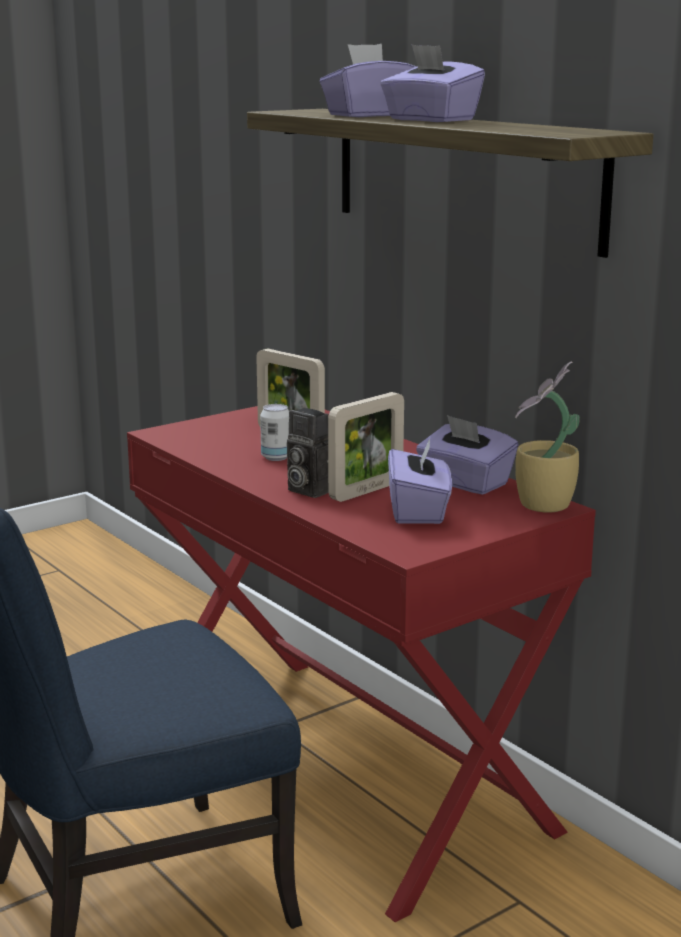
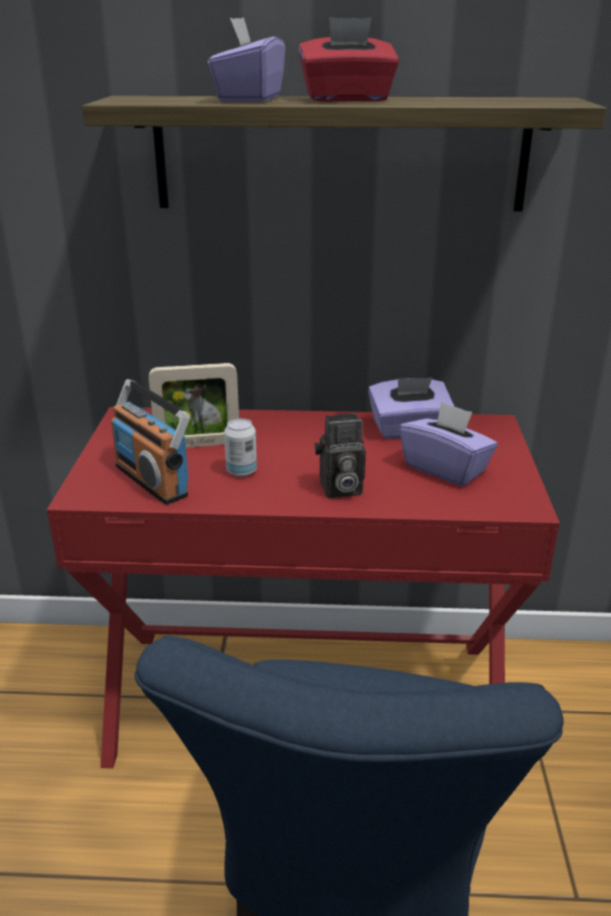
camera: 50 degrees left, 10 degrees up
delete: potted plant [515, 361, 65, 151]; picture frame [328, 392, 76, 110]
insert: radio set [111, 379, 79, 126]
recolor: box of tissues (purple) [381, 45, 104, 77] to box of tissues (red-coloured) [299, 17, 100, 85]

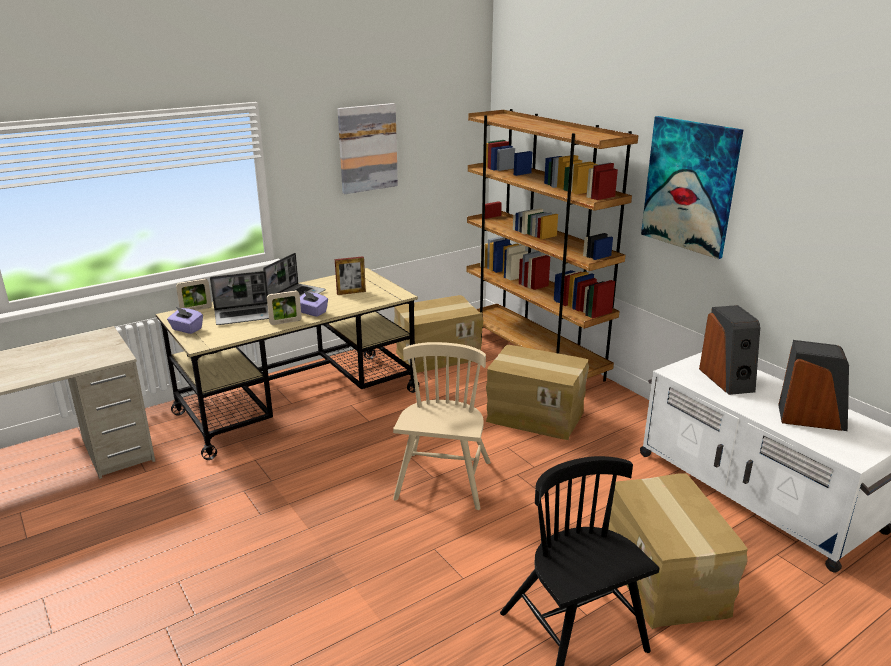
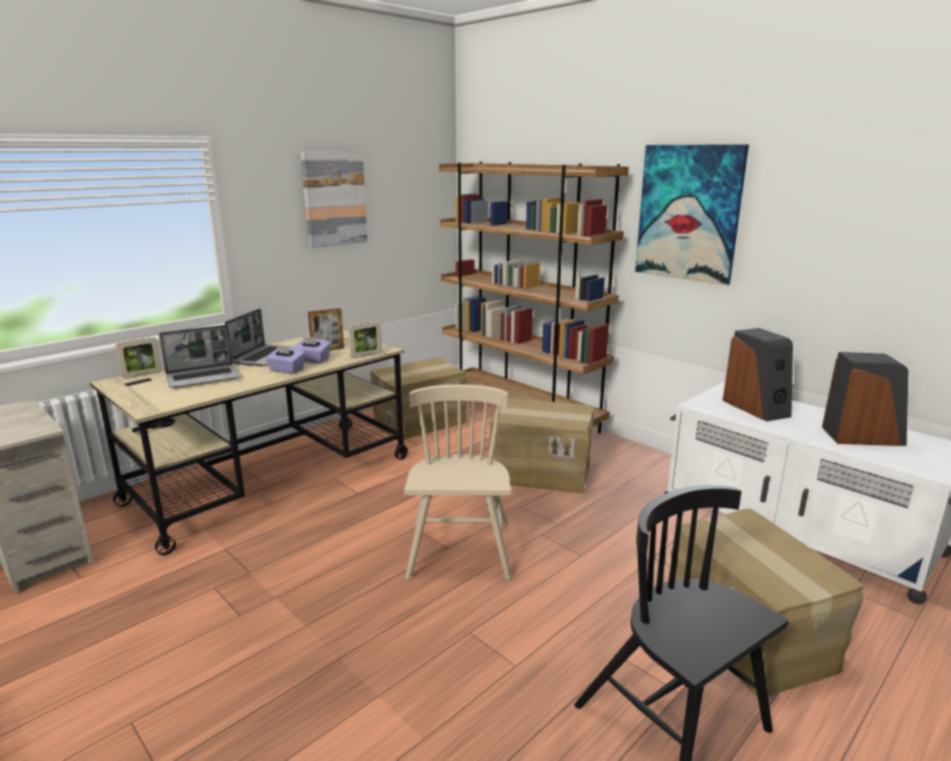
camera: 10 degrees left, 5 degrees down
move: picture frame [267, 290, 35, 35] to [348, 321, 34, 38]; box of tissues (purple) [167, 307, 36, 27] to [294, 336, 37, 27]

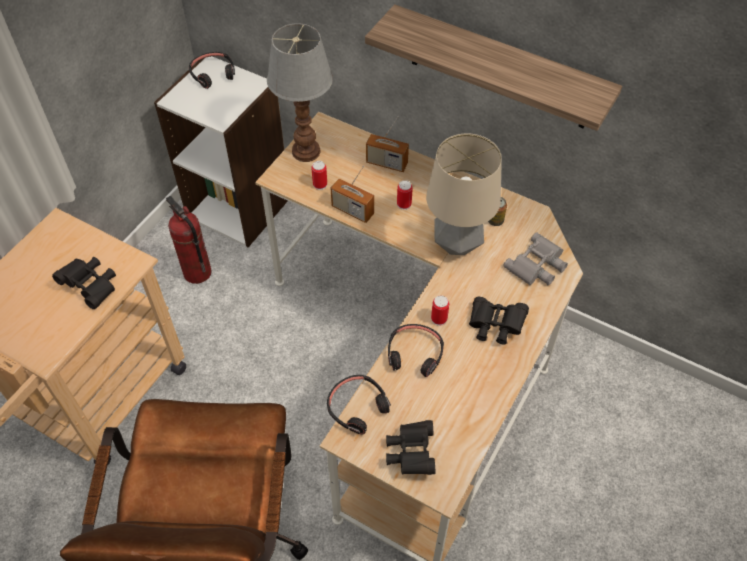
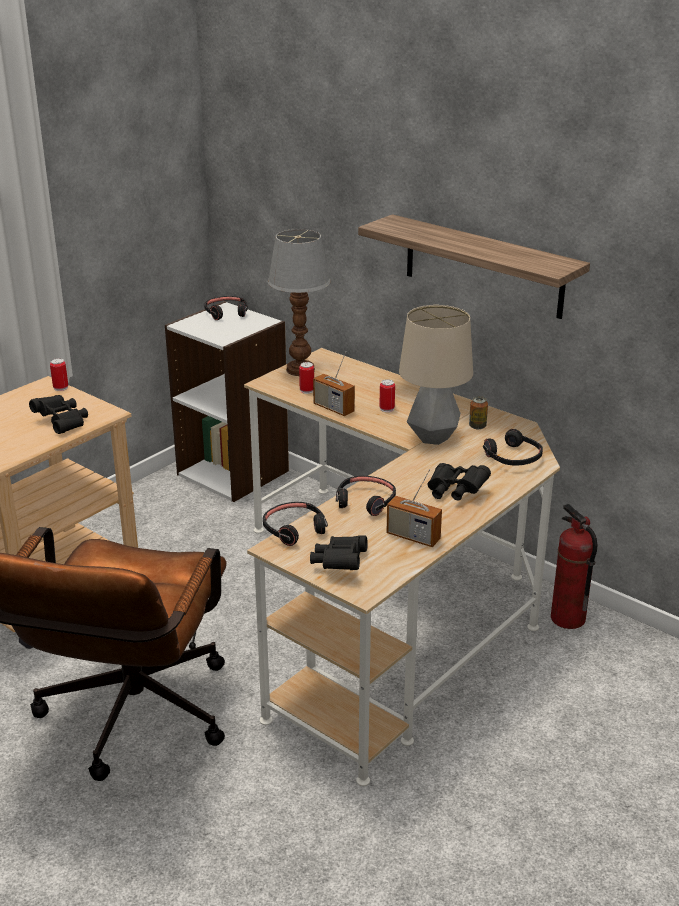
camera: 10 degrees right, 25 degrees down
move: radio set [366, 116, 43, 56] to [386, 469, 56, 78]; extinguisher [166, 196, 46, 88] to [551, 504, 46, 125]; can [431, 295, 18, 31] to [50, 358, 18, 33]
replace: pair of binoculars (grey) [503, 232, 65, 53] to pair of headphones (black-coloured) [483, 429, 60, 37]

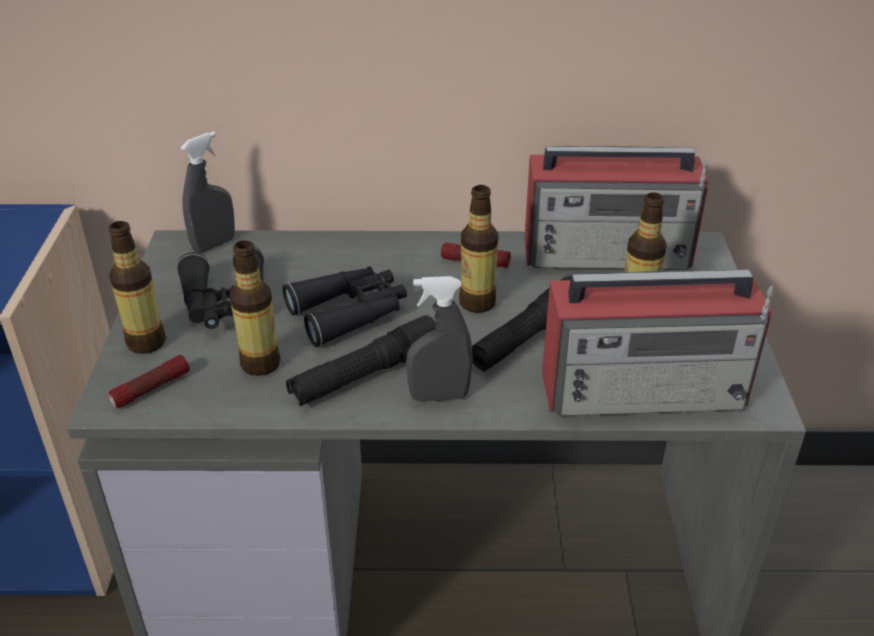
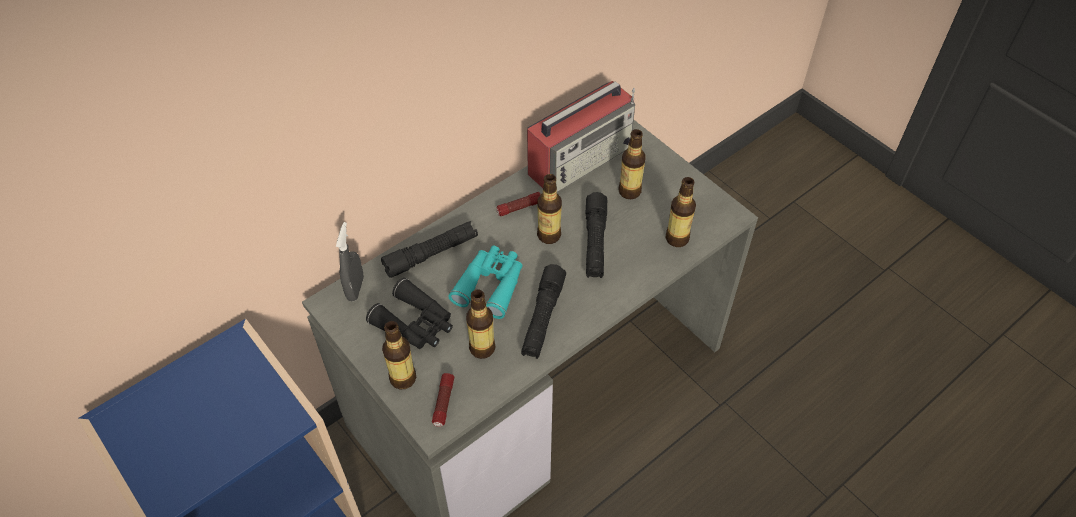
camera: 40 degrees left, 15 degrees up
delete: hand sprayer (grey) [406, 276, 67, 126]
insert: torch (black-coloured) [381, 221, 97, 57]
replace: radio set [542, 269, 231, 147] to drink bottle [666, 177, 30, 70]
recolor: pair of binoculars (black-coloured) [282, 266, 125, 81] to pair of binoculars (turquoise) [448, 246, 75, 73]

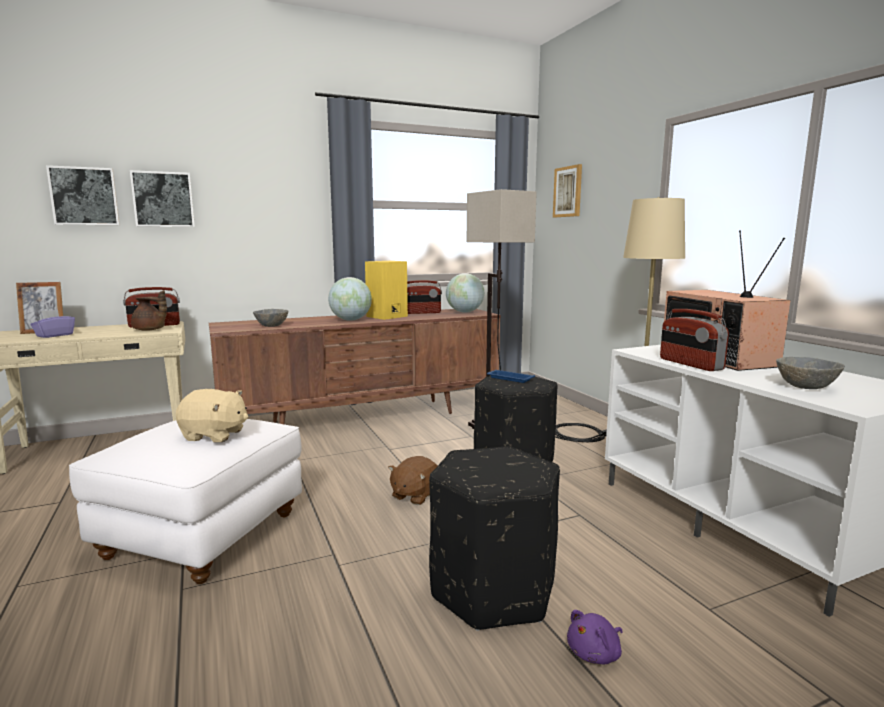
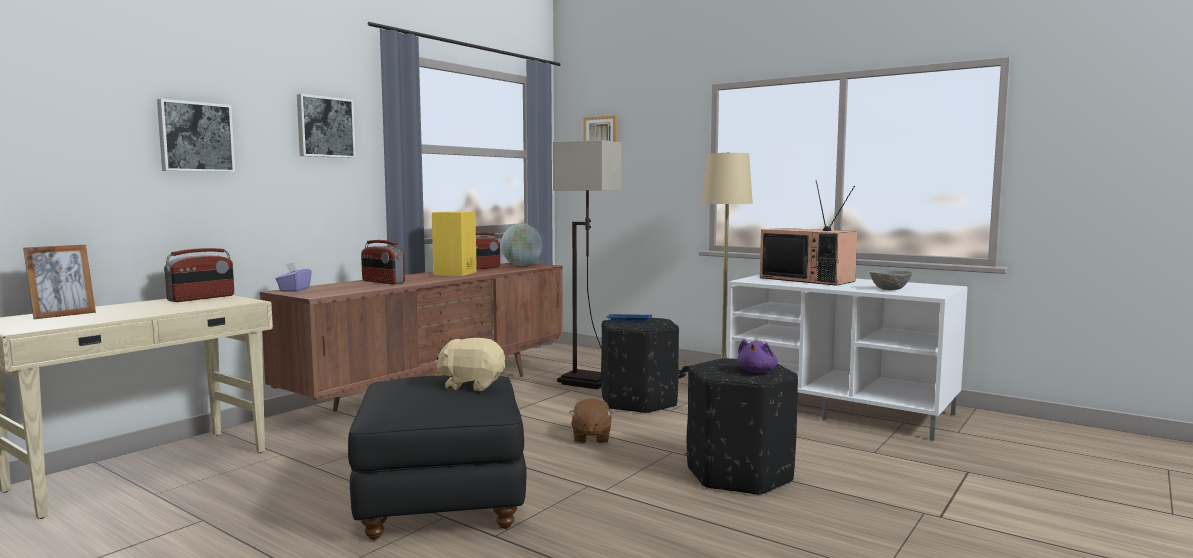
camera: 30 degrees left, 5 degrees down
delete: world globe [328, 277, 44, 44]; teapot (brown) [131, 290, 36, 41]; serving bowl (grey) [253, 309, 35, 18]
move: wall art [46, 165, 74, 60] to [297, 94, 59, 64]; box of tissues (purple) [30, 309, 45, 29] to [276, 262, 36, 30]; radio set [660, 309, 69, 62] to [361, 240, 44, 44]; cuddly toy (purple) [567, 610, 56, 54] to [738, 339, 40, 34]
recolor: footrest (white) [69, 419, 233, 165] to footrest (black-coloured) [348, 375, 179, 165]
rotate: cuddly toy (sand-coloured) [176, 389, 72, 53] = [435, 338, 70, 53] 150 degrees counterclockwise

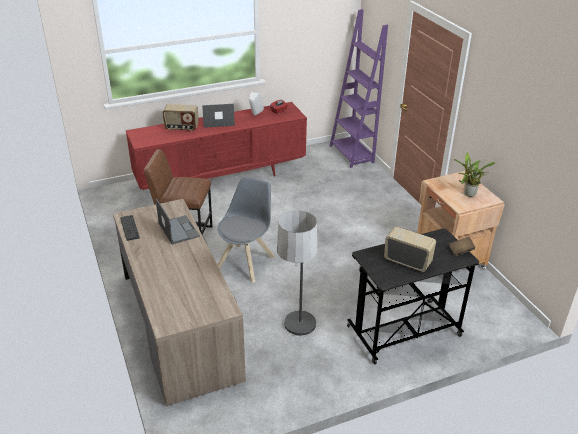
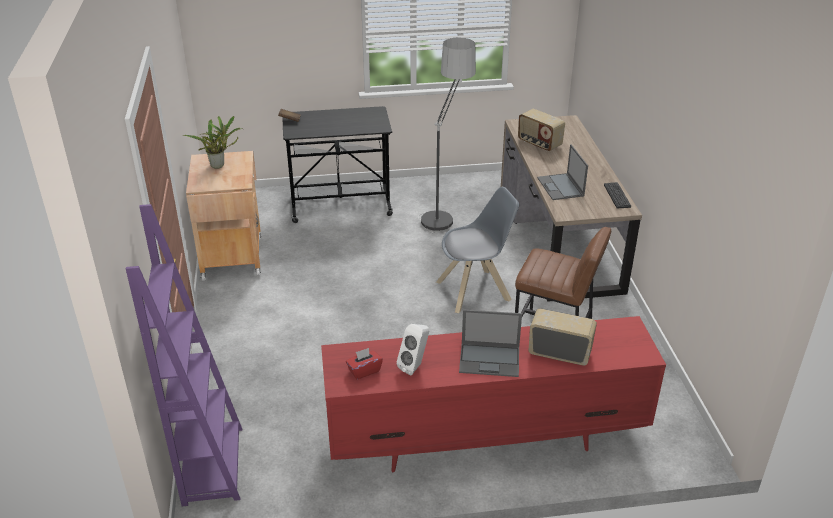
camera: 165 degrees left, 0 degrees up
move: radio set [384, 226, 52, 46] to [518, 109, 47, 42]
rotate: chair (grey) [217, 176, 58, 107] = [436, 187, 83, 126] 150 degrees counterclockwise

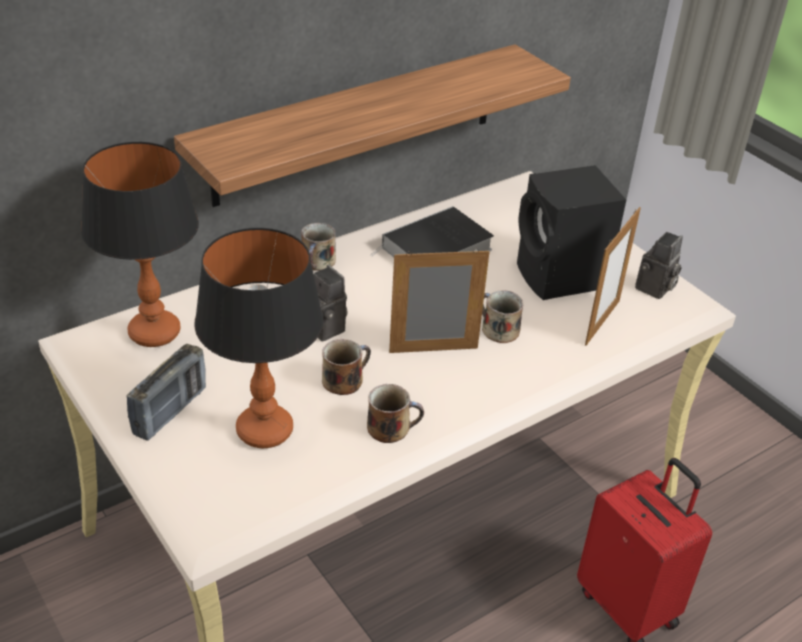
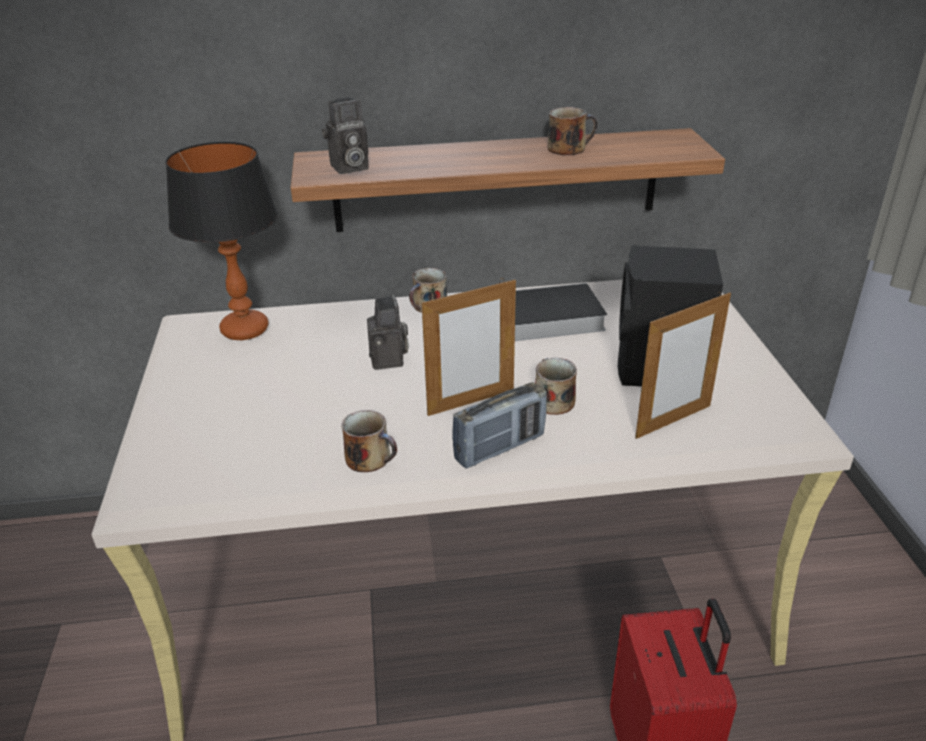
camera: 30 degrees right, 5 degrees down
delete: tabletop lamp [194, 228, 129, 220]
move: still camera [635, 232, 48, 67] to [322, 97, 47, 77]; tea mug [322, 339, 49, 56] to [548, 107, 50, 48]; radio set [126, 344, 80, 97] to [452, 382, 95, 87]
rotate: picture frame [389, 249, 101, 104] = [422, 278, 94, 138] 135 degrees clockwise

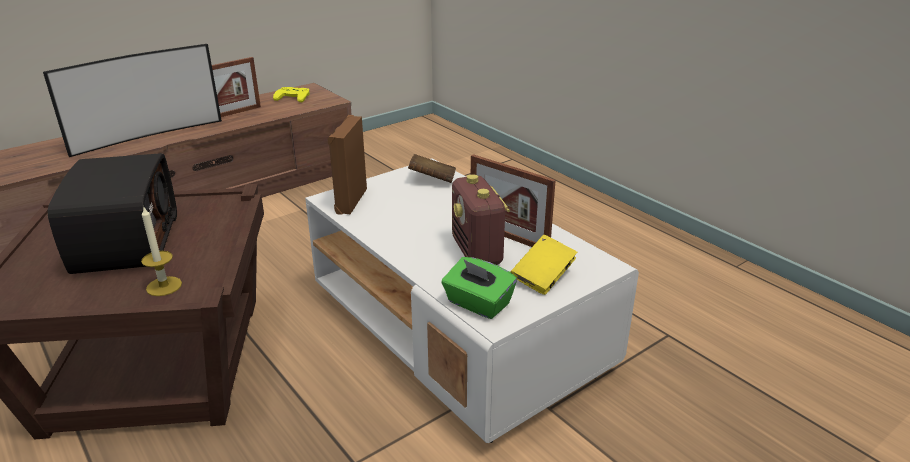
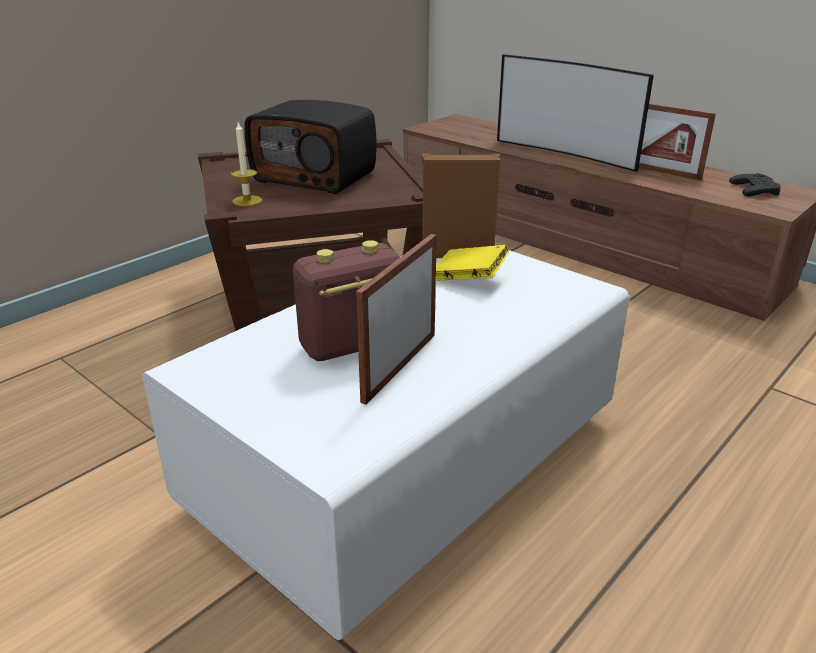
camera: 80 degrees right, 0 degrees up
delete: bound book (brown) [408, 154, 48, 29]; box of tissues (greenish) [441, 257, 76, 62]
move: bound book (yellowish) [510, 235, 68, 60] to [436, 245, 73, 36]
recolor: joypad (yellowish) [273, 87, 36, 15] to joypad (black-coloured) [729, 173, 52, 23]
rotate: radio set [48, 153, 129, 121] = [244, 100, 133, 94] 45 degrees clockwise

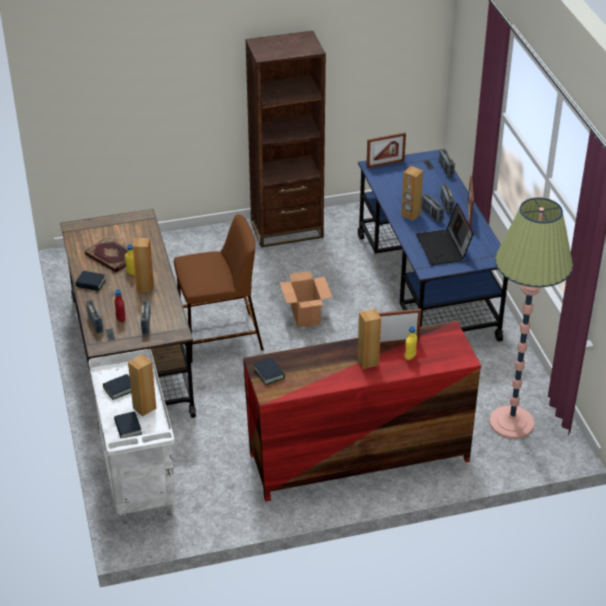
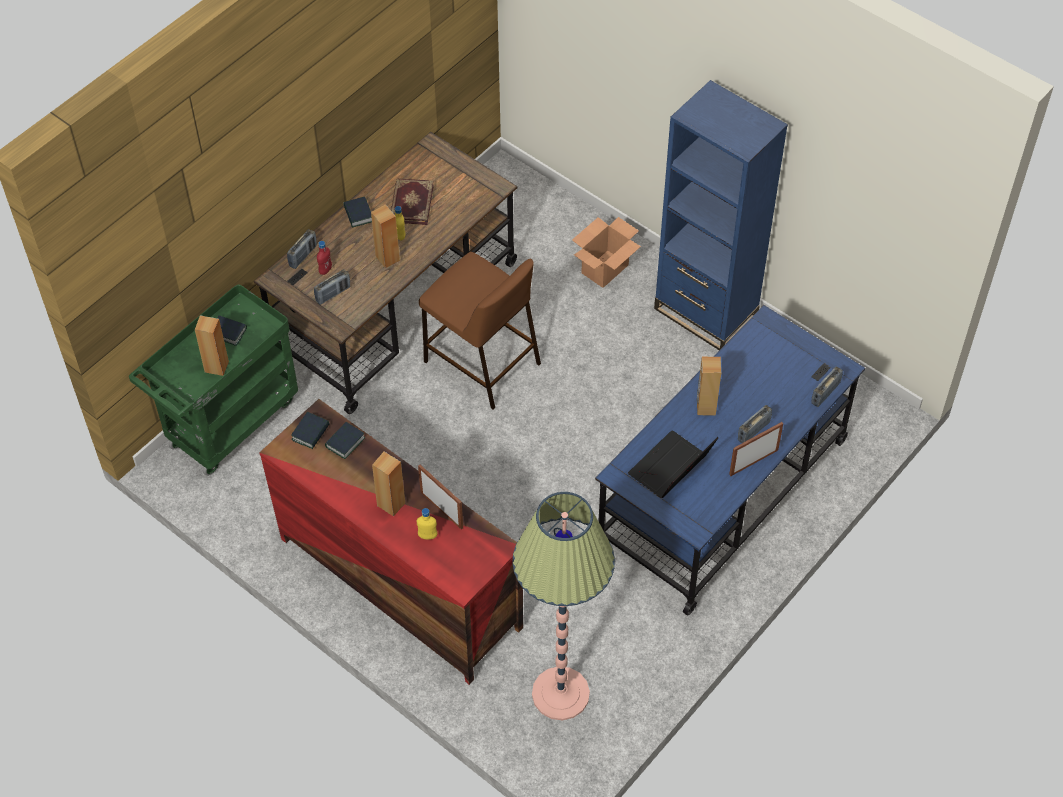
camera: 55 degrees right, 15 degrees up
delete: picture frame [366, 133, 40, 35]; radio set [421, 194, 23, 29]
move: carton [280, 271, 52, 57] to [572, 217, 69, 71]; bound book [114, 411, 28, 27] to [325, 422, 41, 37]
recolor: bookshelf (brown) [245, 31, 81, 217] to bookshelf (blue-coloured) [654, 80, 134, 270]; wheeled cart (white) [89, 349, 87, 175] to wheeled cart (greenish) [129, 285, 169, 191]

